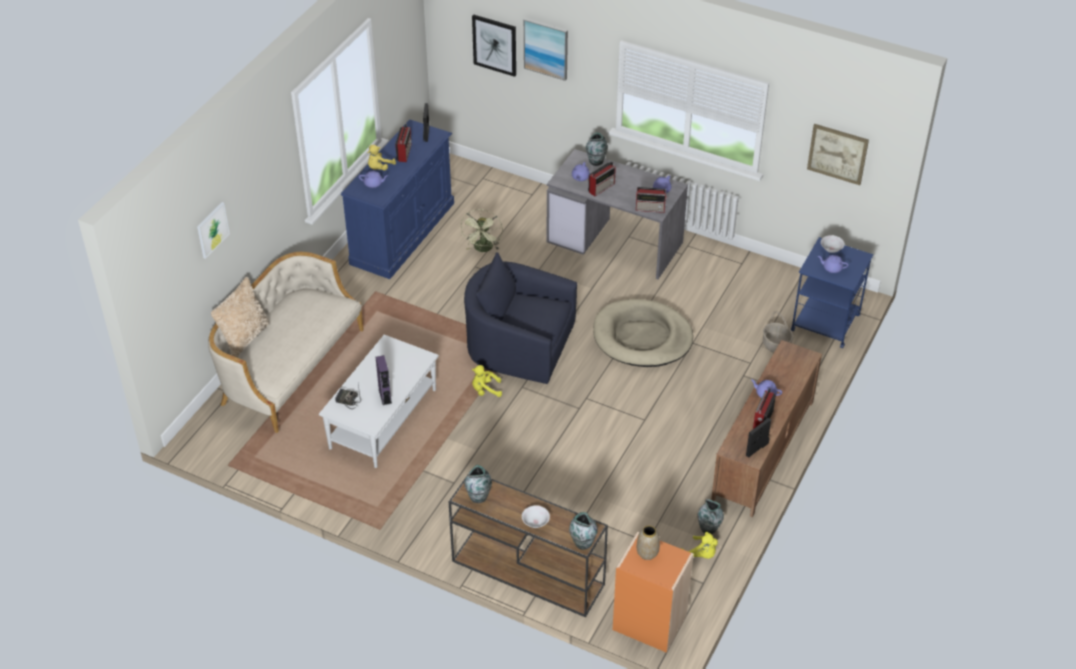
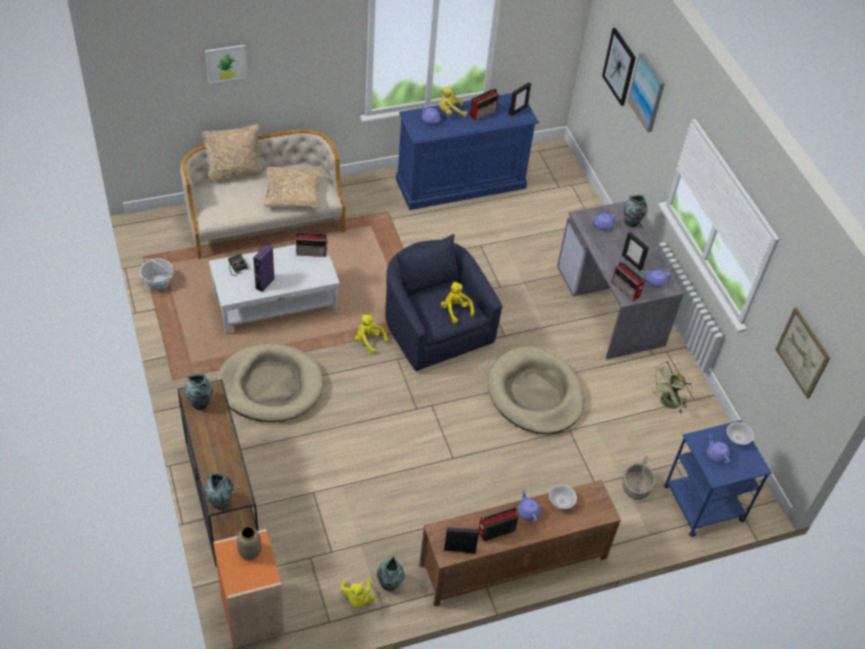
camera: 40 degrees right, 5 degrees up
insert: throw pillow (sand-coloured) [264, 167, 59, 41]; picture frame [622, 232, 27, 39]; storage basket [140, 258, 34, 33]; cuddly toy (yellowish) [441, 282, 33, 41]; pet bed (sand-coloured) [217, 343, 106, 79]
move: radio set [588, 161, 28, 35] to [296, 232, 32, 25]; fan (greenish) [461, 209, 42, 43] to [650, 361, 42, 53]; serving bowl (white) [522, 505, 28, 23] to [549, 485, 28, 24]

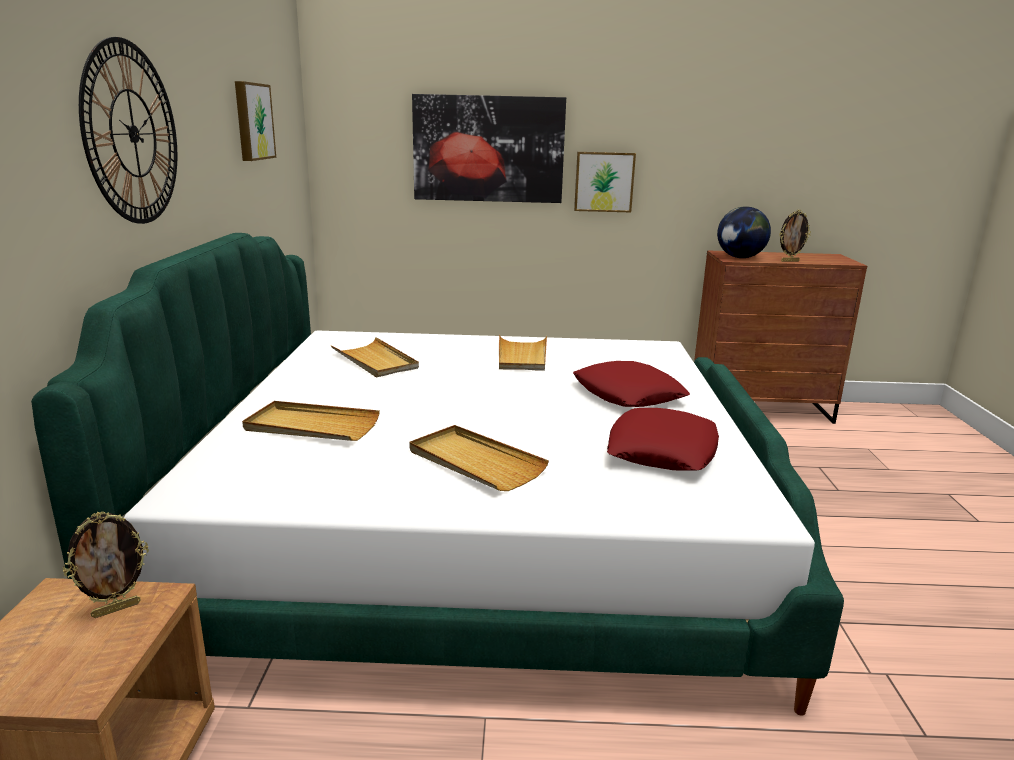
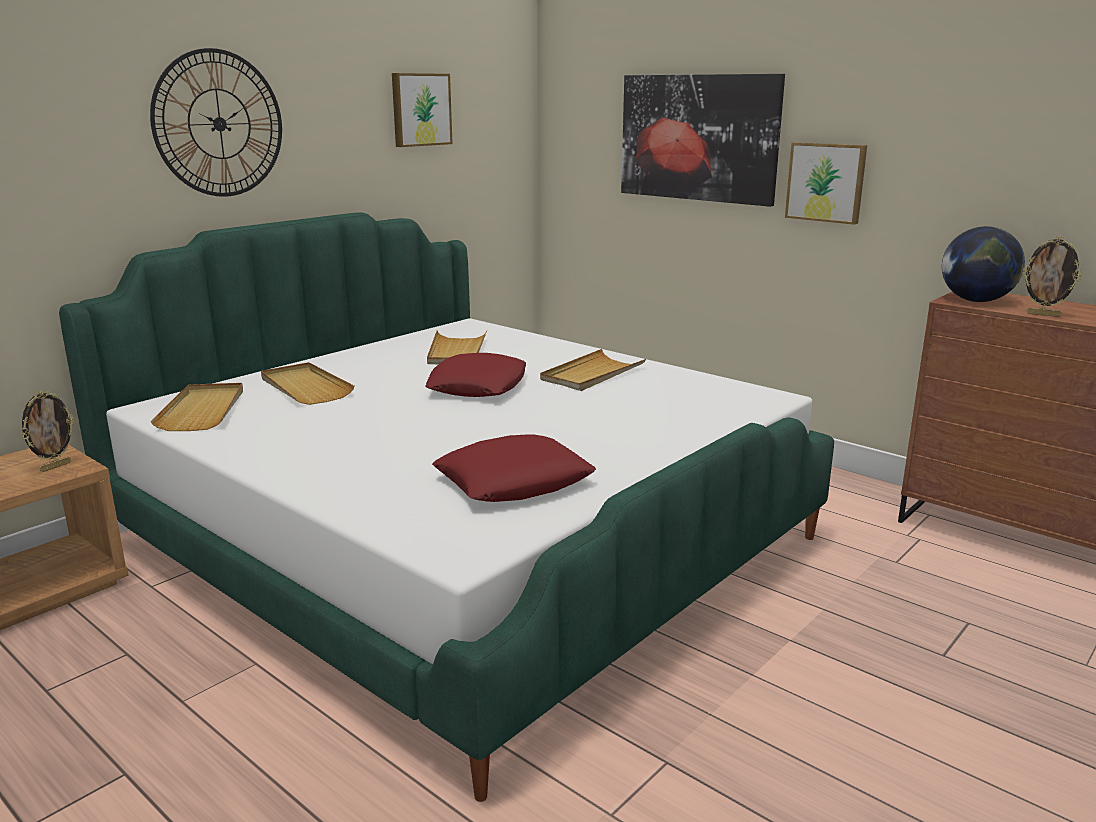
camera: 40 degrees right, 0 degrees up
move: throw pillow (red-coloured) [573, 361, 117, 46] to [426, 353, 100, 44]; carrying tray (sand-coloured) [409, 425, 140, 66] to [151, 383, 92, 48]
rotate: picture frame [63, 512, 86, 106] = [21, 390, 54, 82] 60 degrees counterclockwise

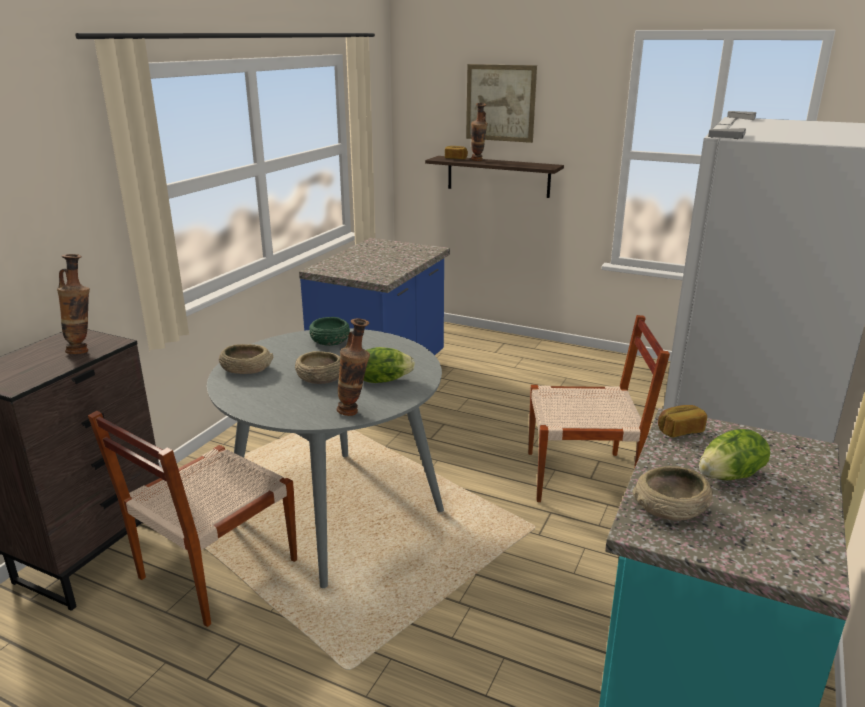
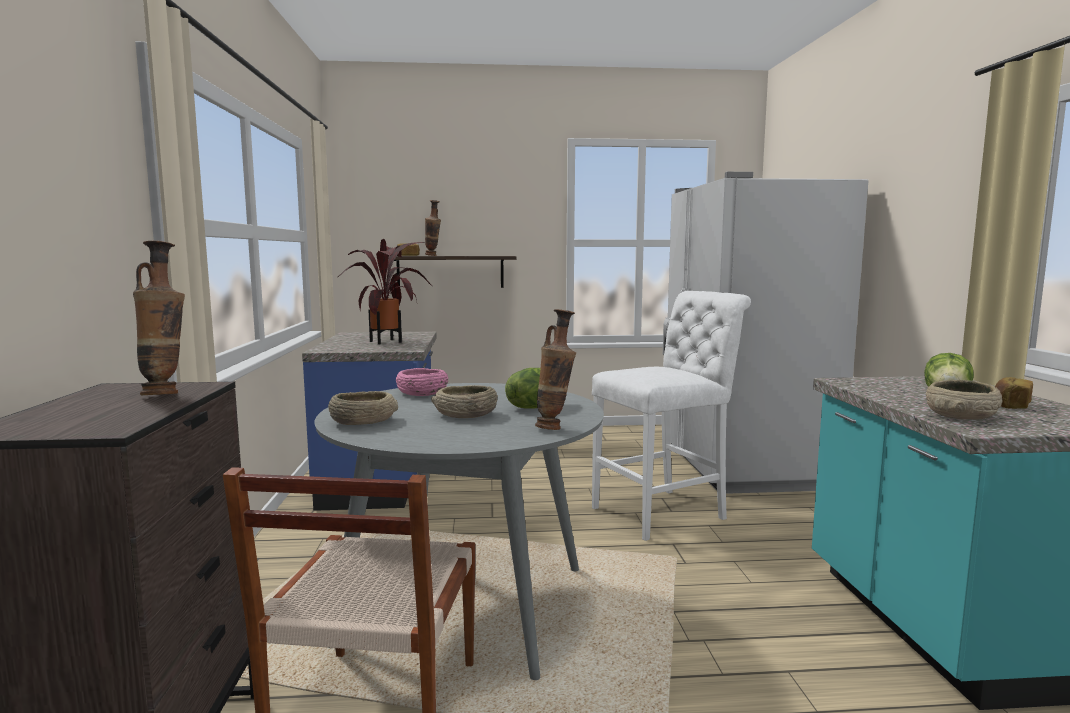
camera: 30 degrees left, 15 degrees down
delete: wall art [466, 64, 71, 79]
insert: potted plant [338, 239, 94, 106]
move: bread [658, 405, 49, 33] to [995, 377, 38, 32]
replace: chair [528, 315, 142, 187] to stool seat (white) [592, 291, 159, 250]
recolor: serving bowl (greenish) [309, 317, 41, 29] to serving bowl (pink-coloured) [396, 368, 52, 28]

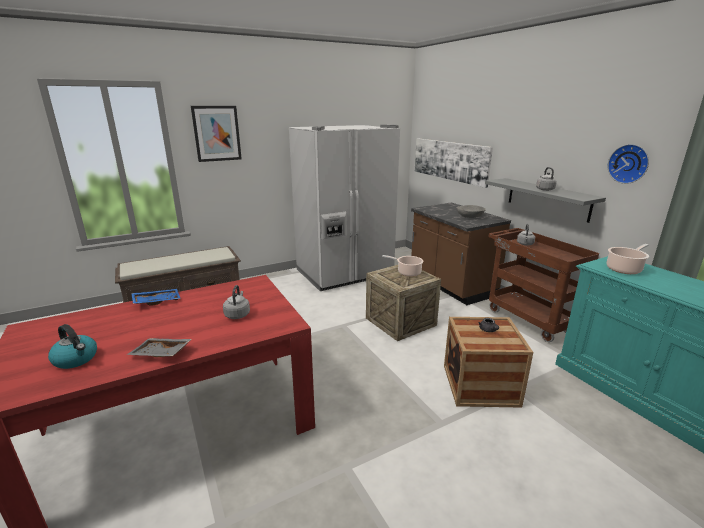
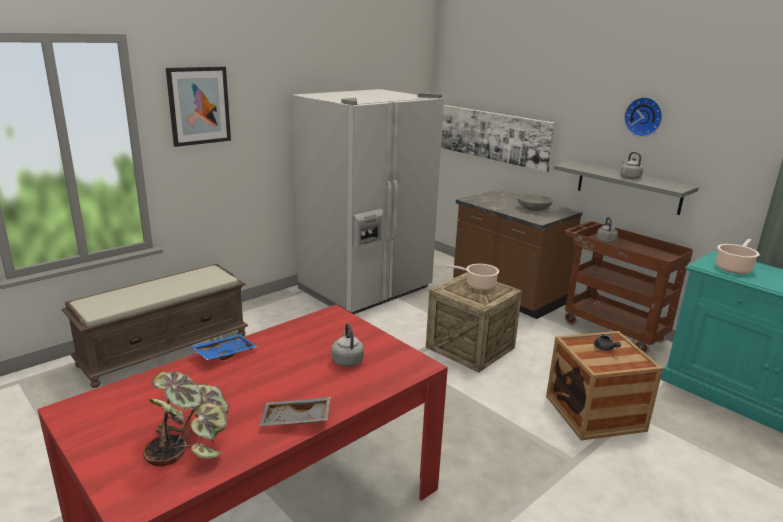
camera: 15 degrees left, 0 degrees up
move: clock on the wall [608, 144, 41, 40] to [624, 97, 38, 40]
replace: water kettle [48, 324, 49, 45] to potted plant [143, 372, 87, 94]

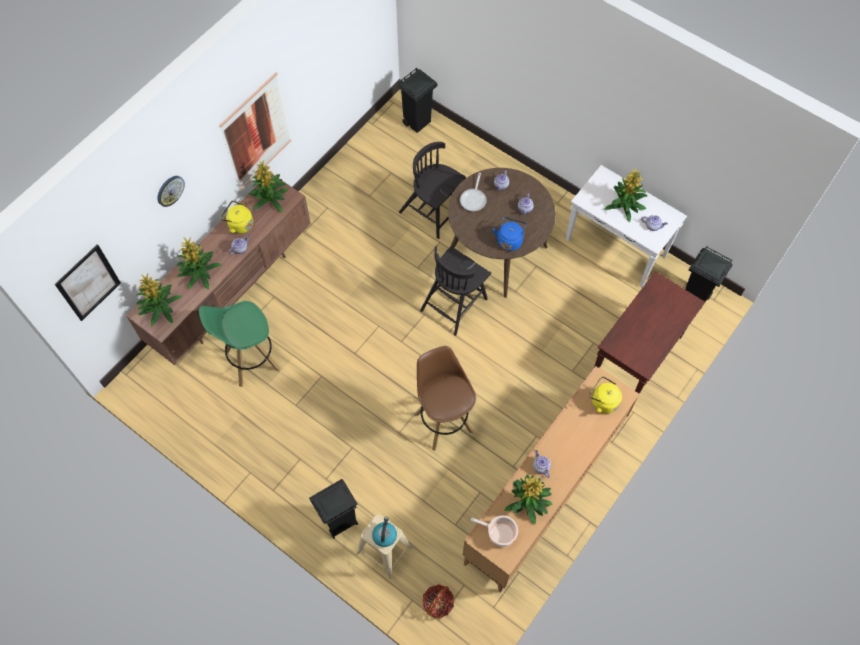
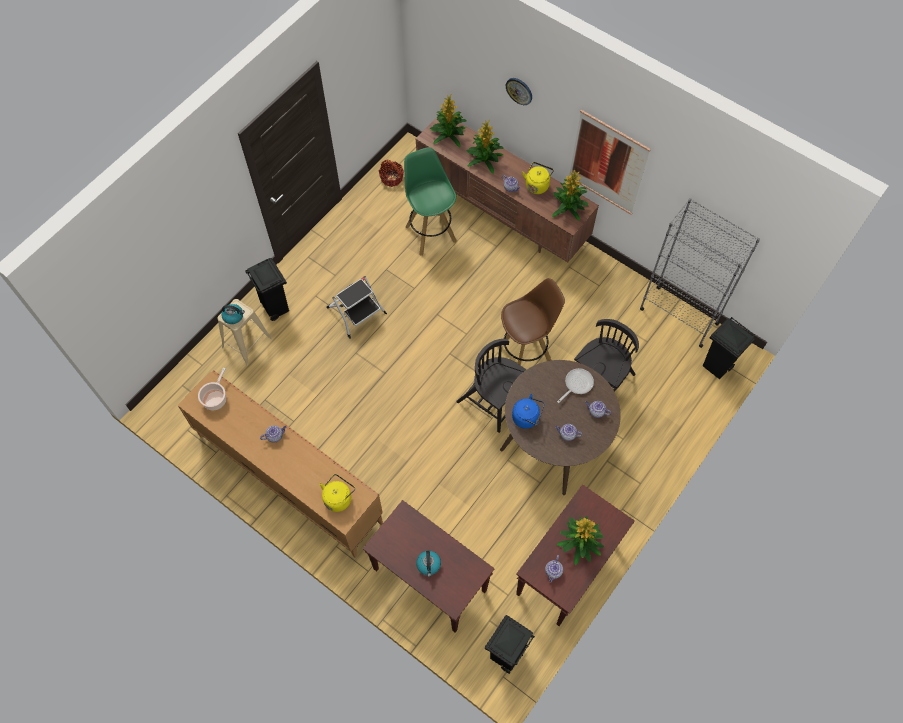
camera: 90 degrees right, 0 degrees up
delete: wall art [55, 244, 66, 77]; potted plant [504, 475, 48, 49]
insert: bookshelf (grey) [640, 198, 120, 150]; step ladder [326, 276, 61, 63]; water kettle [416, 551, 25, 26]
move: stool seat (brown) [415, 346, 61, 105] to [497, 278, 68, 87]; storage basket [423, 584, 31, 34] to [379, 159, 25, 28]
recolor: narrow table (white) [566, 165, 121, 122] to narrow table (brown) [516, 484, 119, 142]
rotate: pan [460, 173, 27, 38] = [557, 368, 37, 35] 120 degrees clockwise

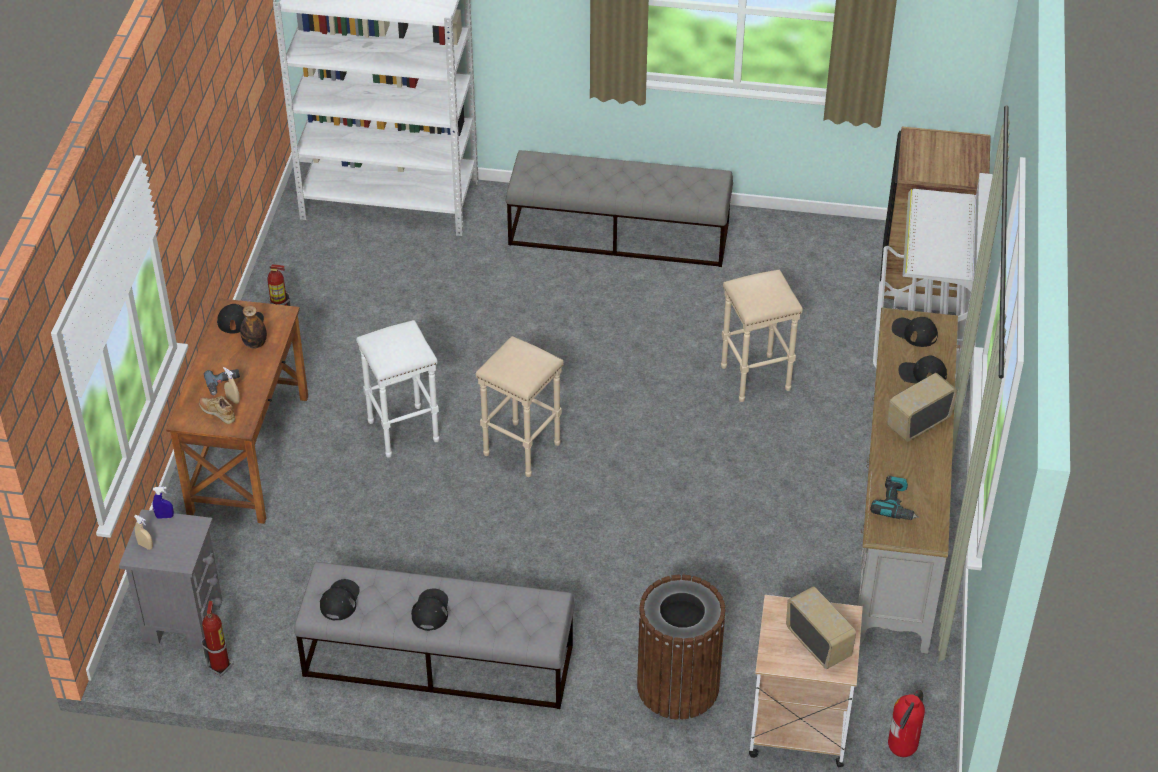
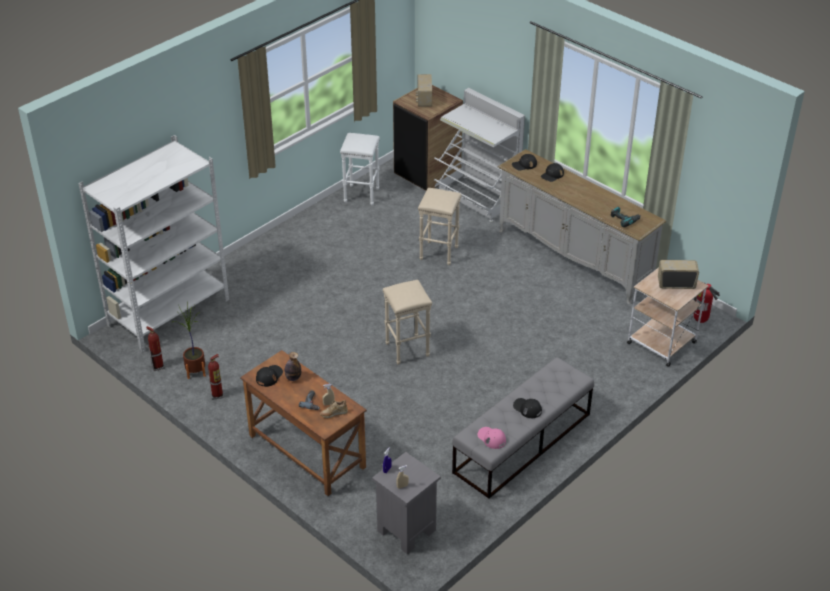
camera: 55 degrees left, 5 degrees down
delete: bench (grey) [505, 150, 228, 117]; waste bin (brown) [637, 574, 89, 146]
insert: potted plant [171, 303, 35, 76]
move: stool seat (white) [356, 320, 83, 138] to [340, 133, 40, 72]; radio set [887, 373, 70, 69] to [416, 74, 16, 33]; extinguisher [201, 601, 33, 75] to [146, 326, 19, 45]
recolor: peaked cap (black-coloured) [320, 579, 40, 42] to peaked cap (pink-coloured) [477, 427, 29, 22]

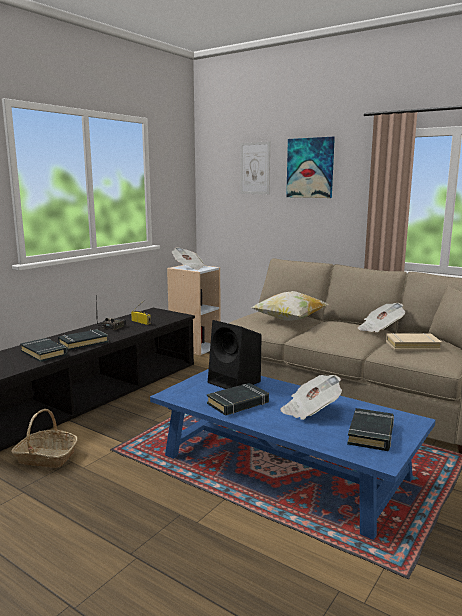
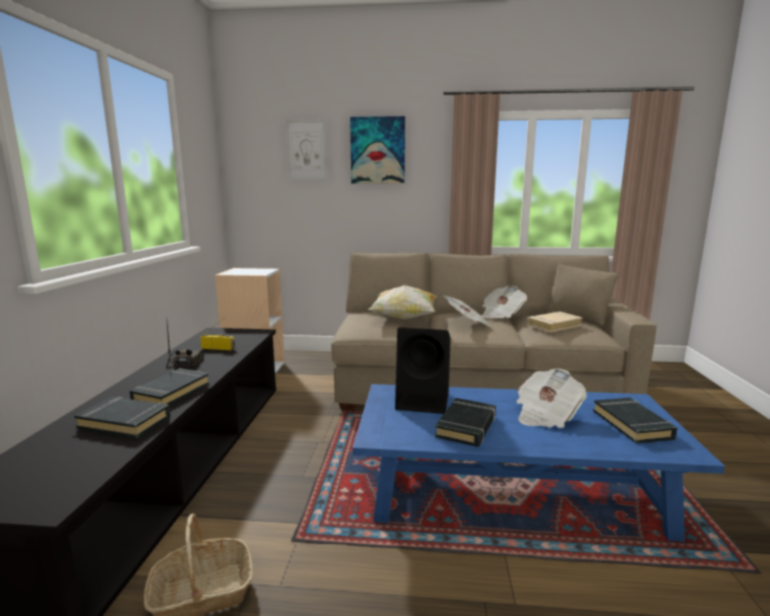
camera: 30 degrees left, 0 degrees up
move: newspaper [172, 247, 33, 23] to [443, 295, 48, 31]

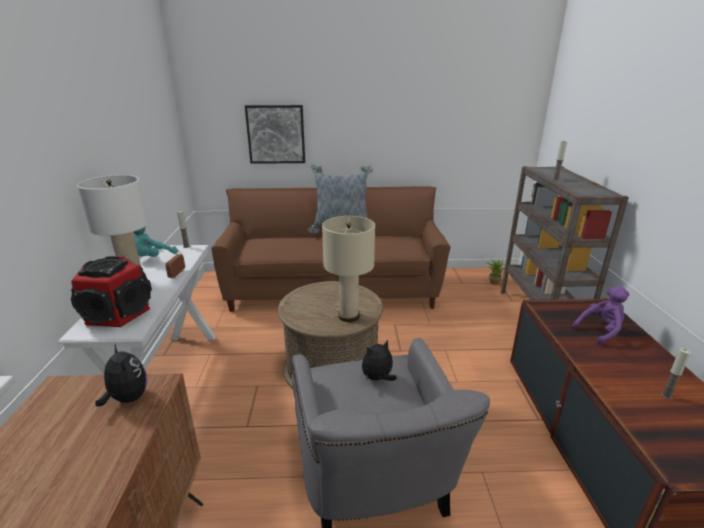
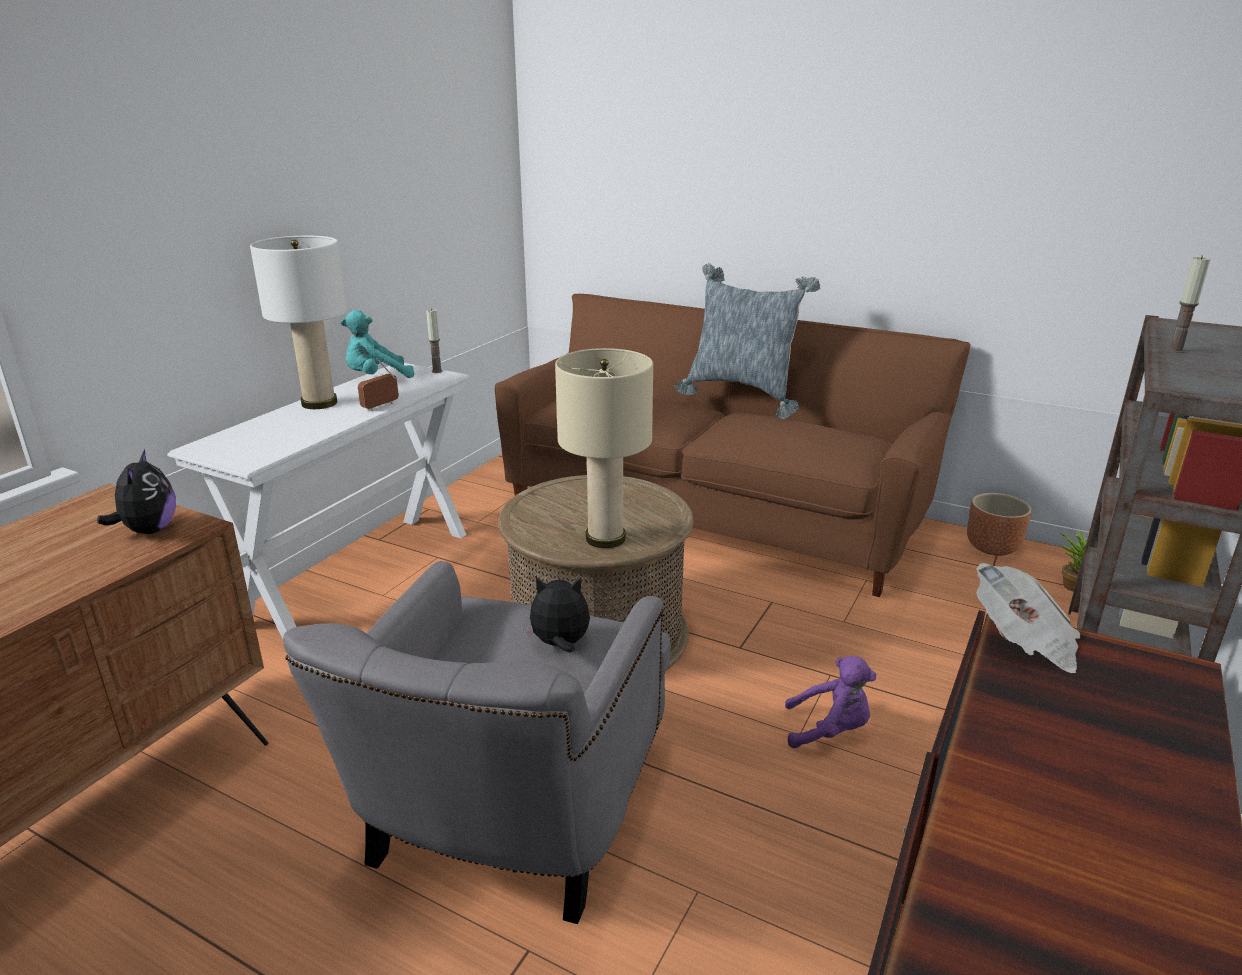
camera: 30 degrees right, 0 degrees up
delete: wall art [245, 105, 60, 59]; speaker [71, 256, 81, 71]; candle [661, 348, 30, 51]
insert: flower pot (brown) [967, 493, 64, 63]; newspaper [976, 563, 104, 110]
move: cuddly toy (purple) [572, 286, 57, 59] to [785, 656, 91, 92]

